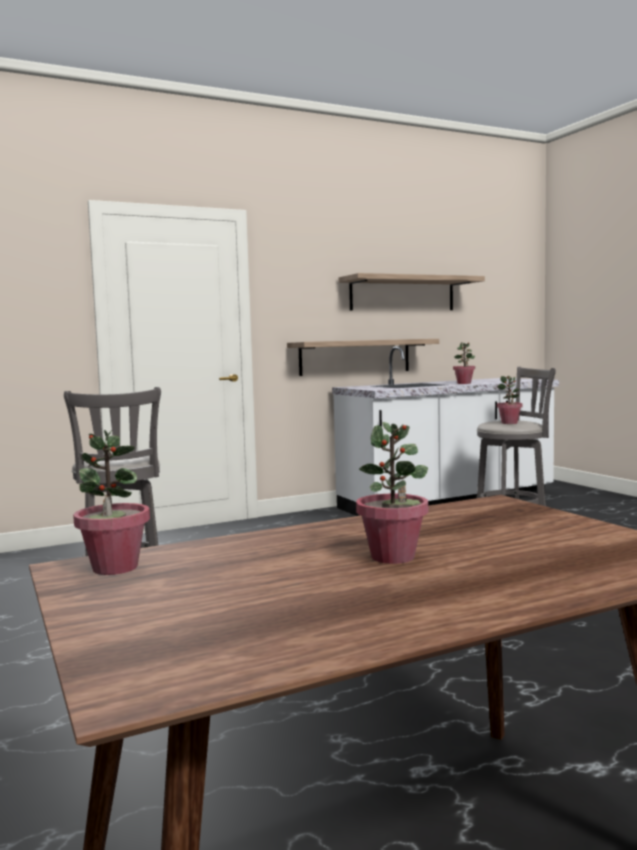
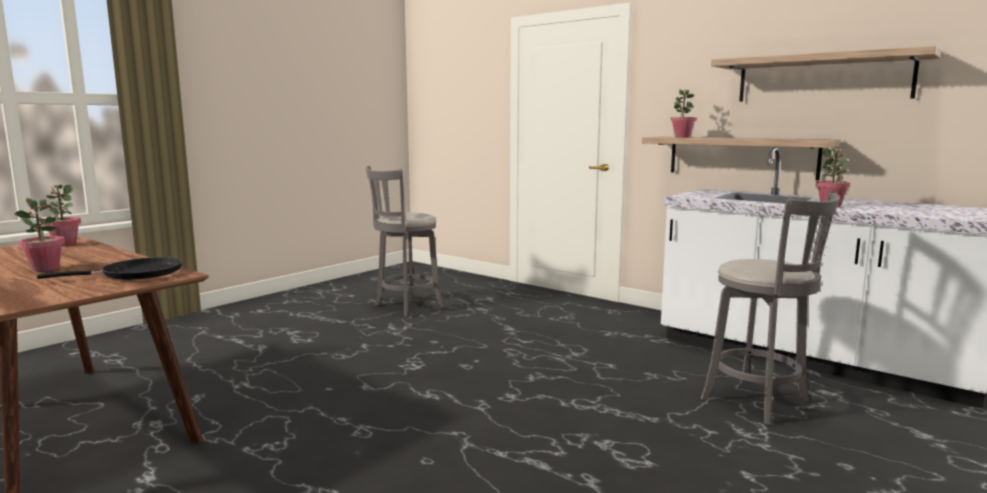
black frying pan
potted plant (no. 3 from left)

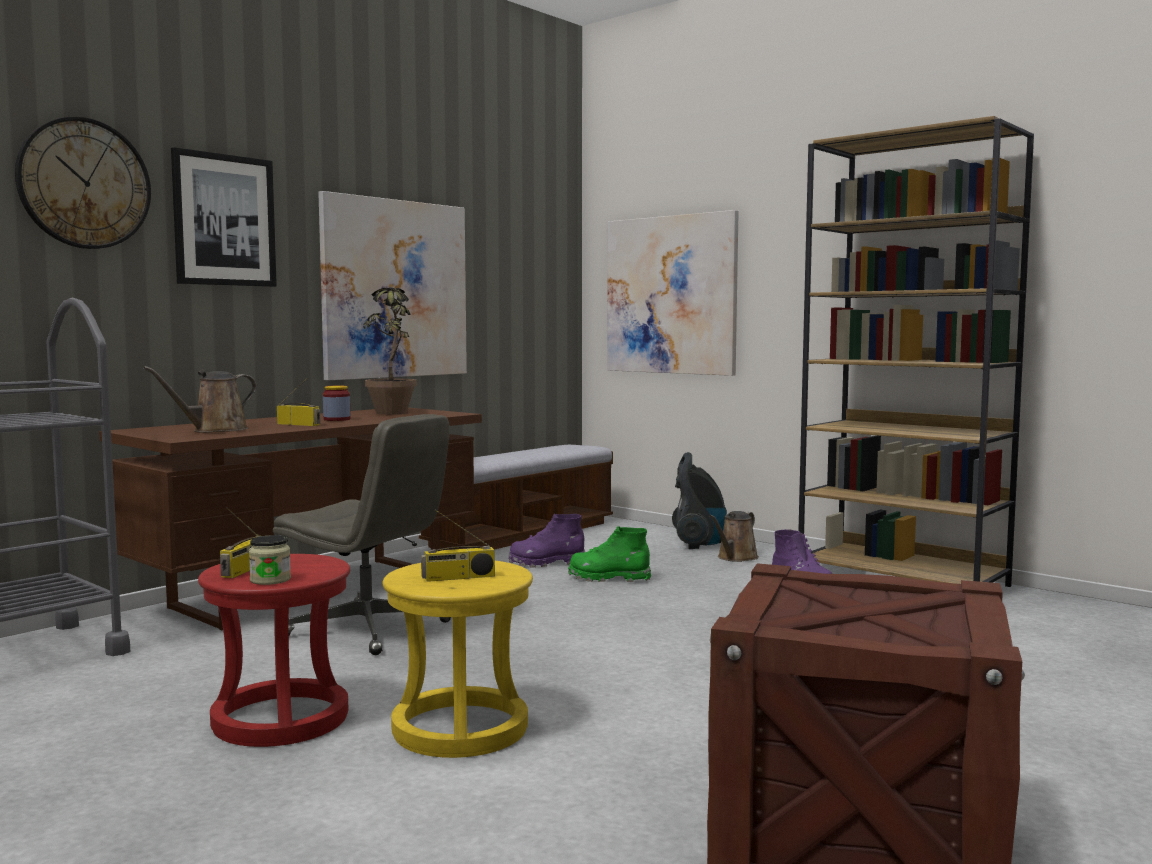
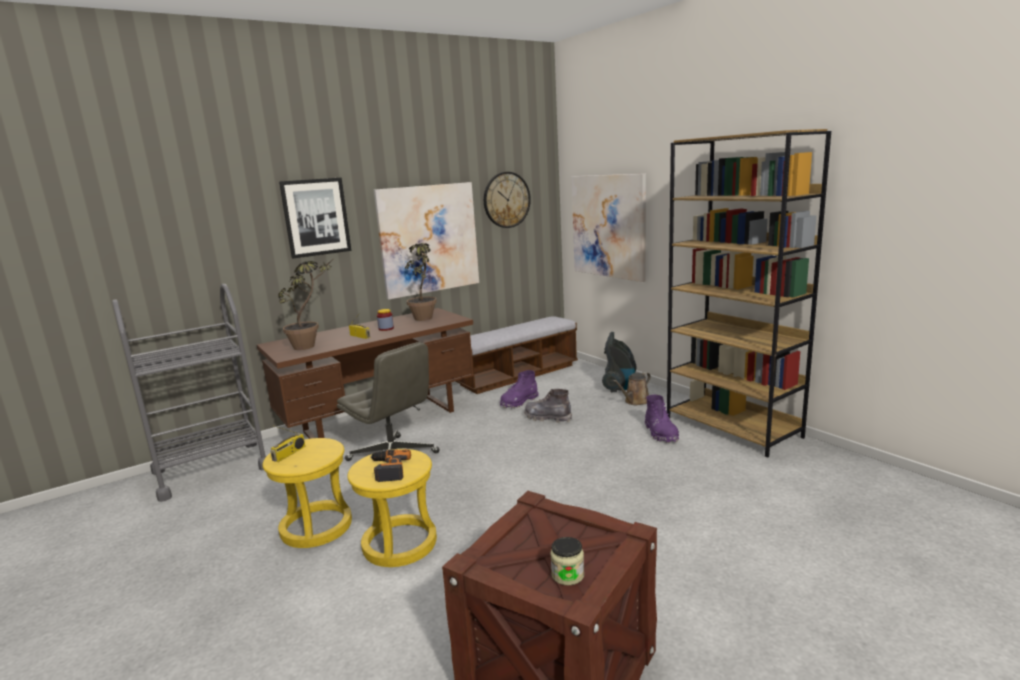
yellow stool (no. 1 from left)
potted plant (no. 1 from left)
power drill
wall clock
purple boot (no. 1 from left)
grey boot
jar (no. 2 from left)

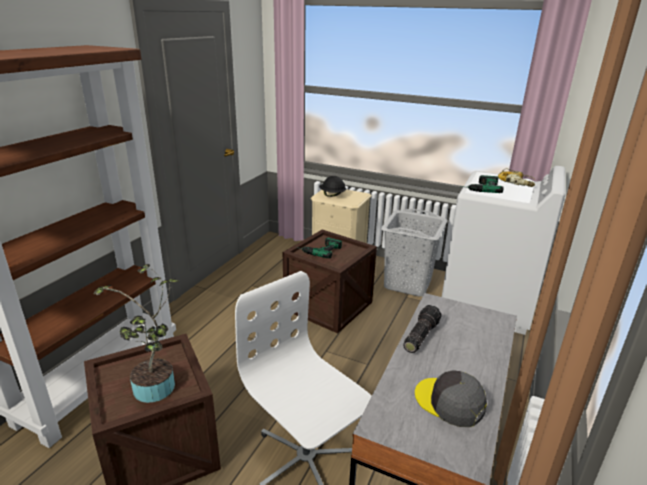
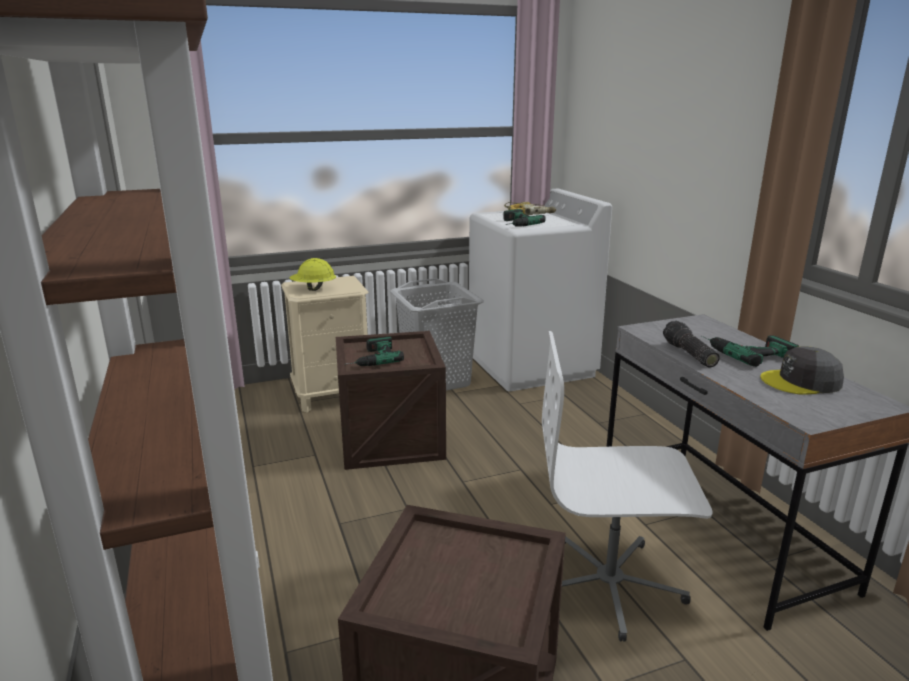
yellow hard hat
power drill (no. 4 from left)
potted plant

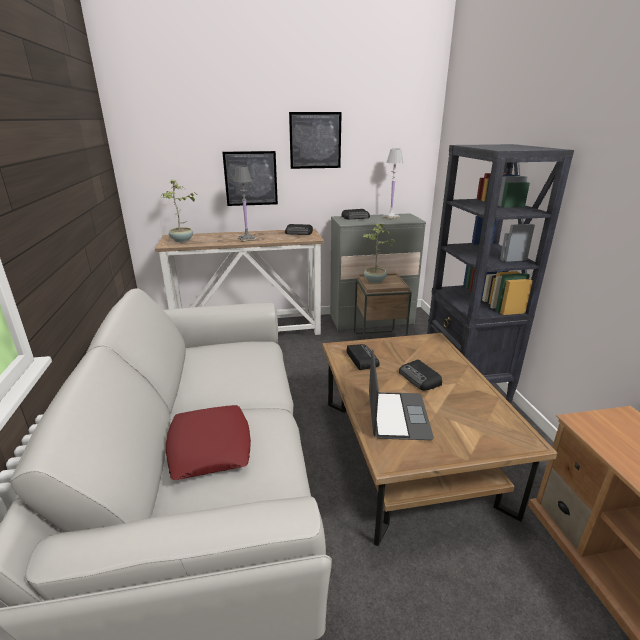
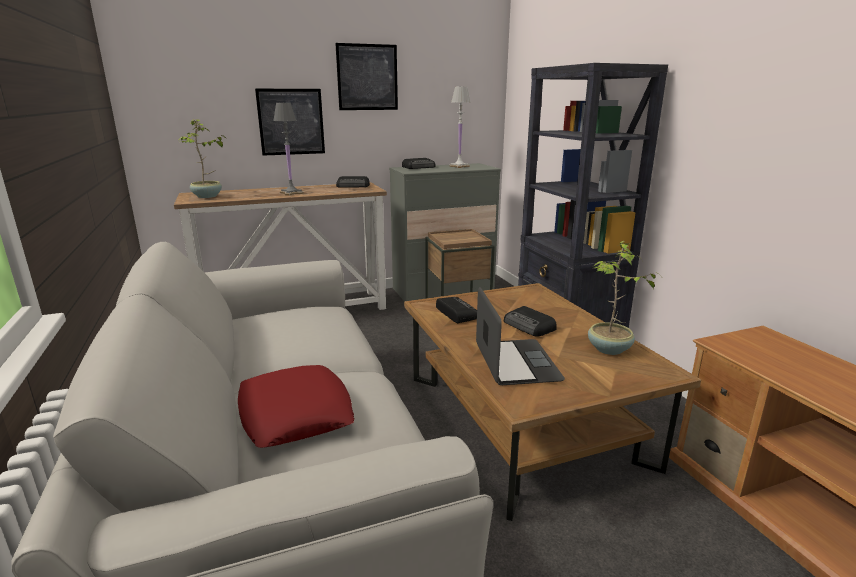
potted plant (no. 2 from left)

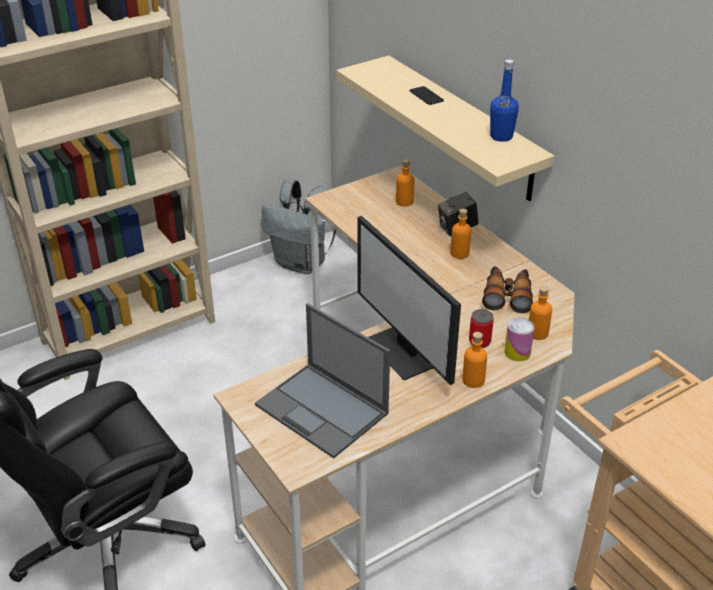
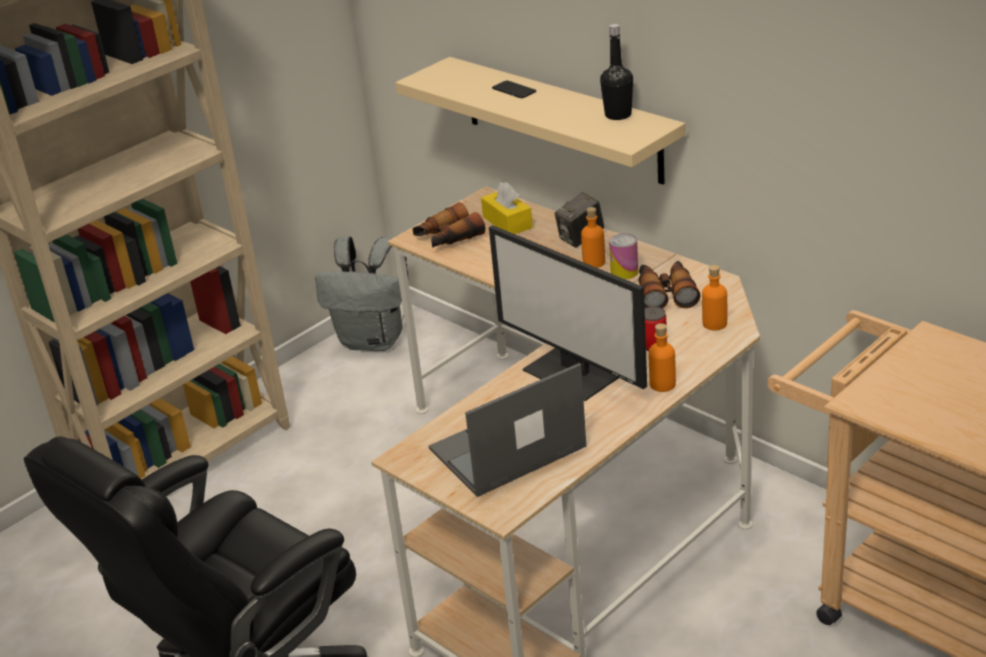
binoculars (no. 1 from left)
laptop
yellow tissue box
black bottle
can (no. 1 from left)

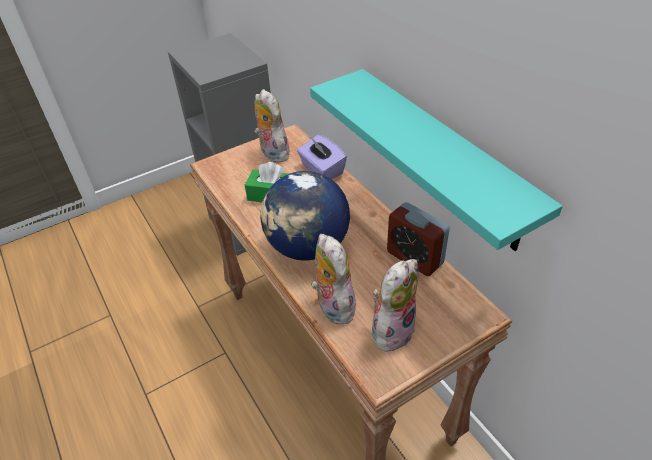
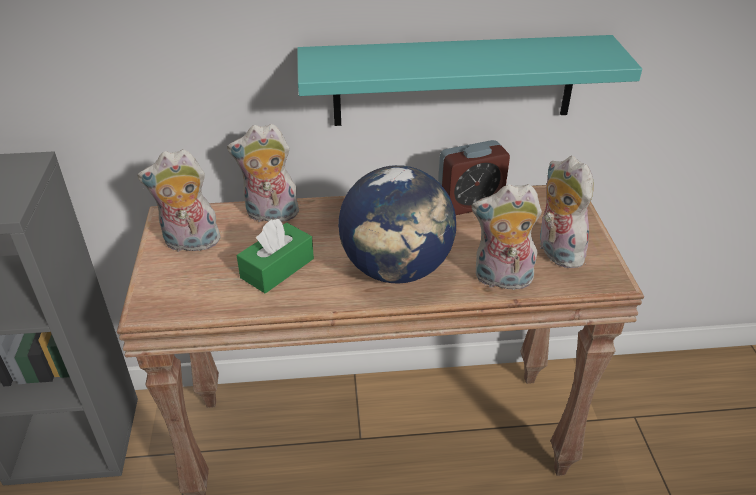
plush toy (no. 2 from left)

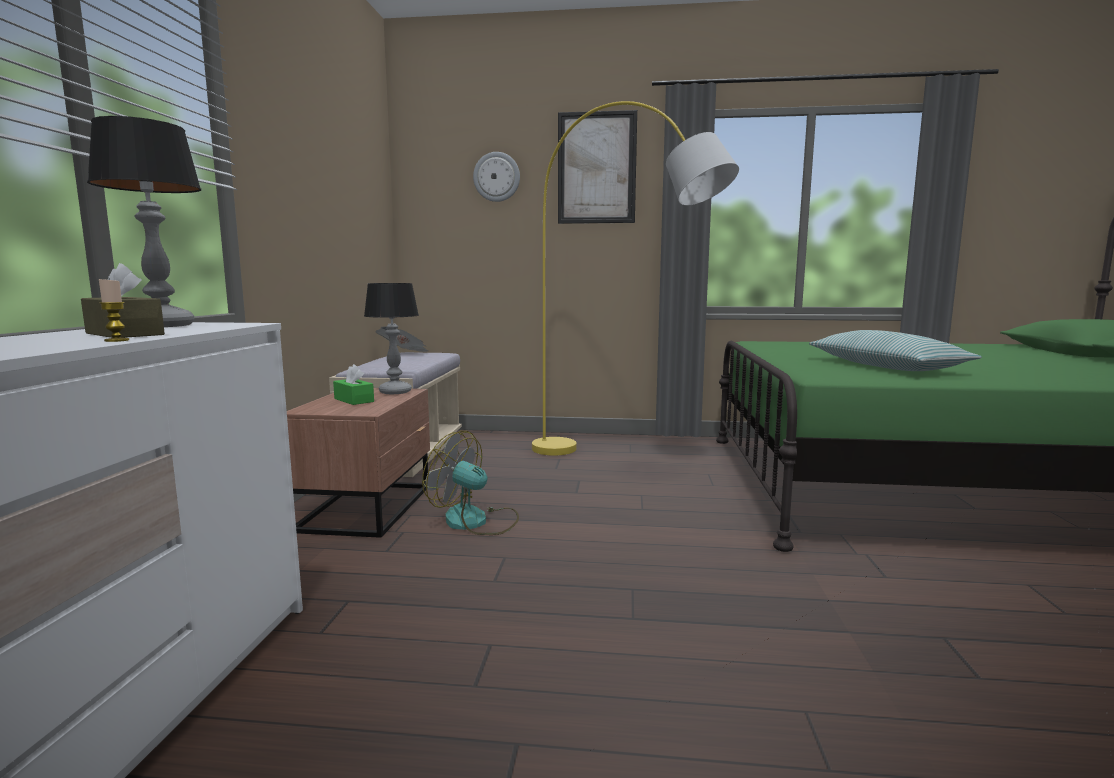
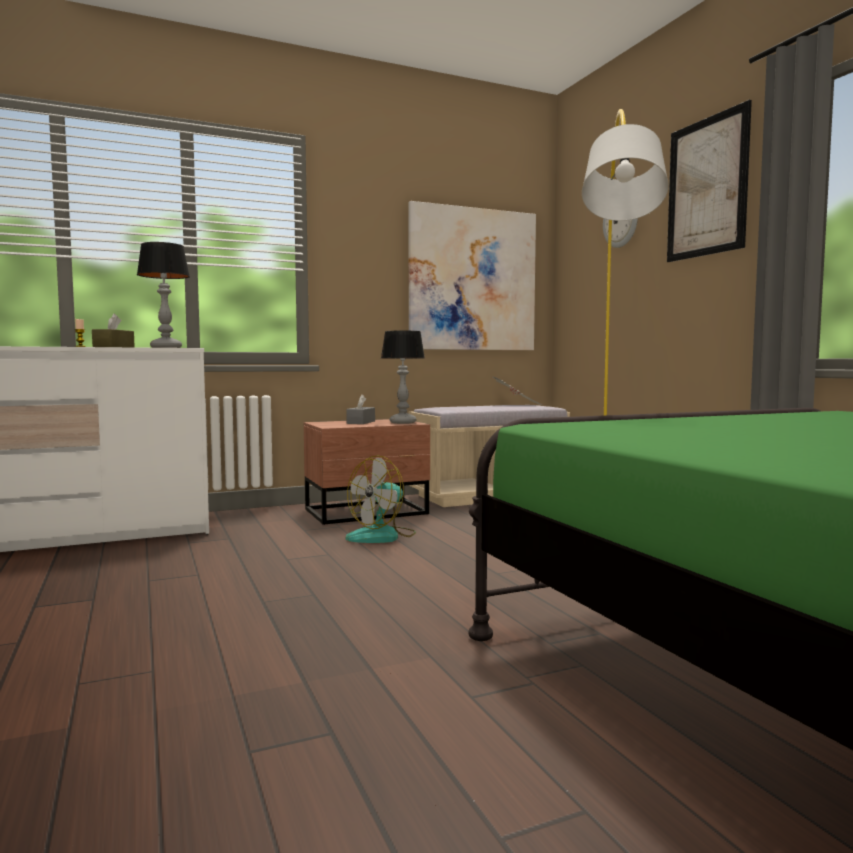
grey tissue box
fan
picture (no. 1 from left)
pillow

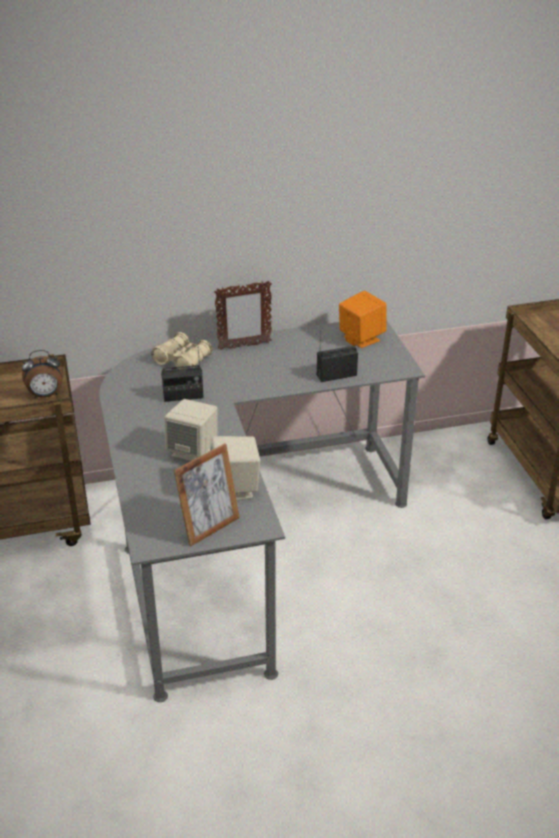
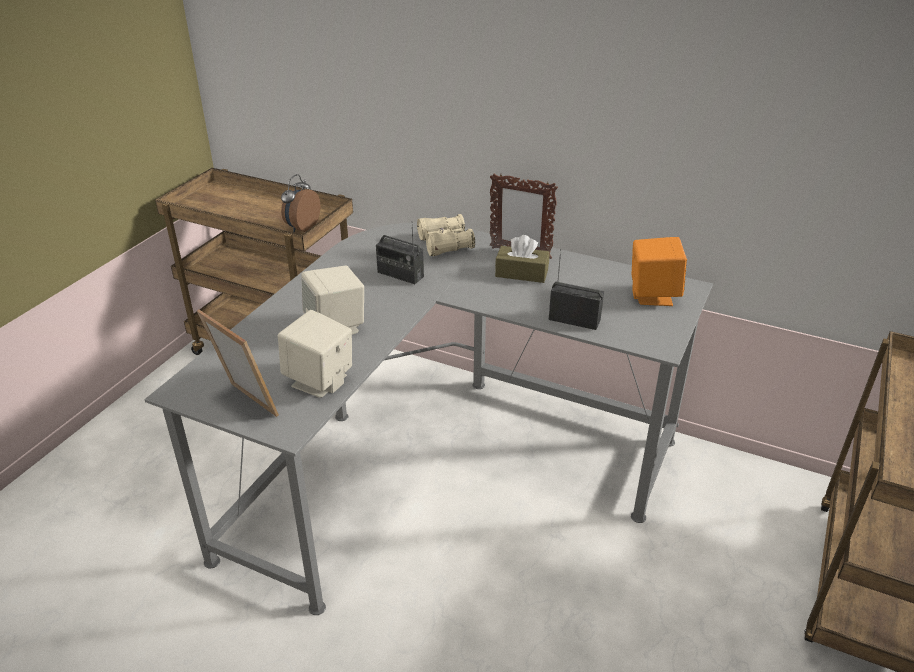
picture frame (no. 1 from left)
alarm clock
brown tissue box

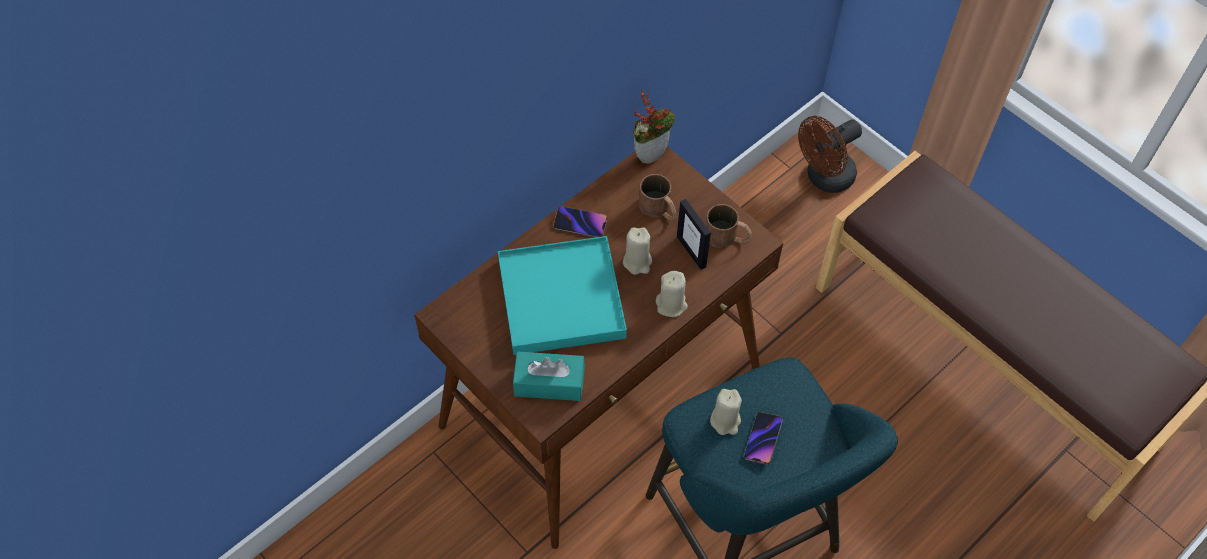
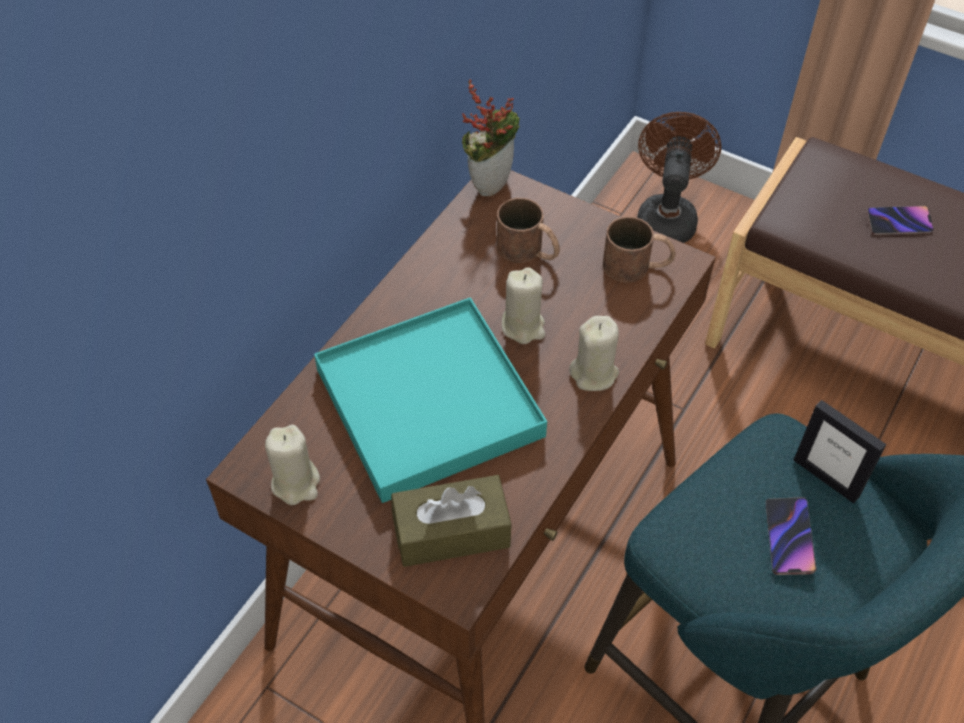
beige candle (no. 1 from left)
brown tissue box
brown fan
picture frame
phone (no. 2 from left)

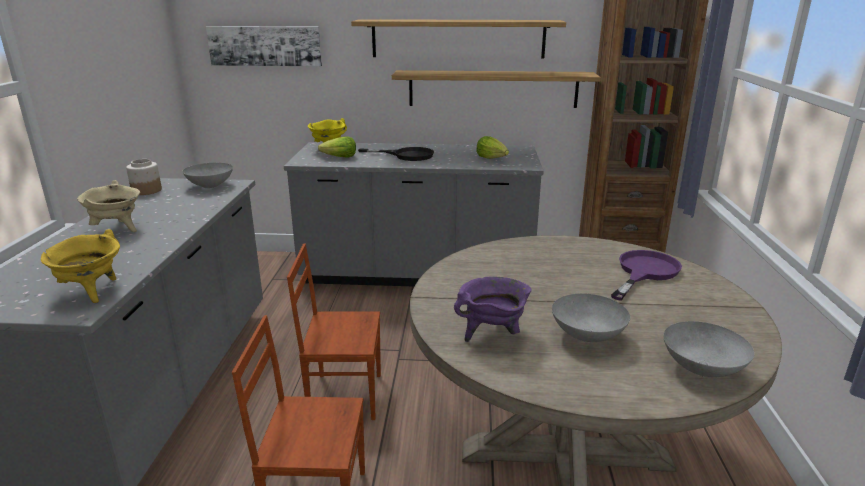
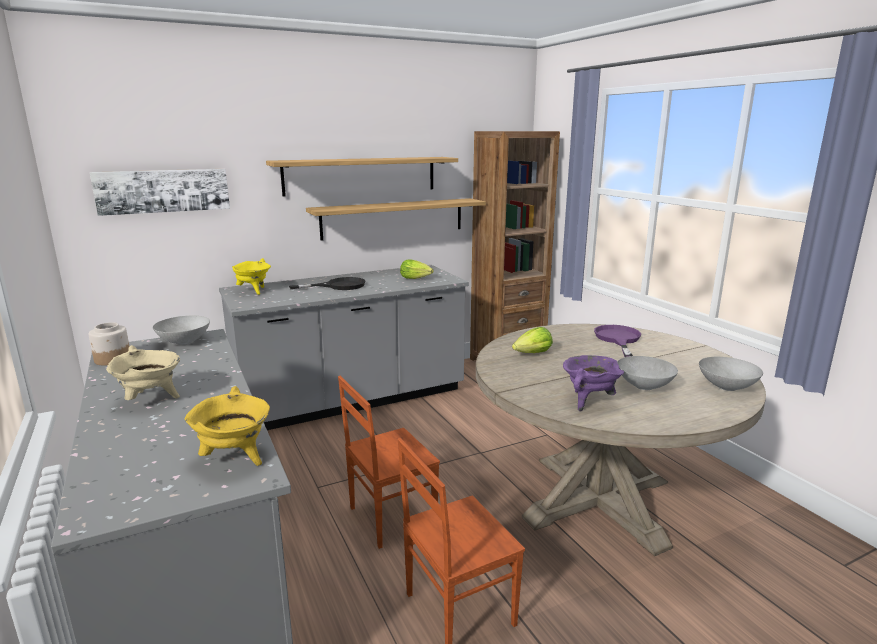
lettuce (no. 2 from left)

